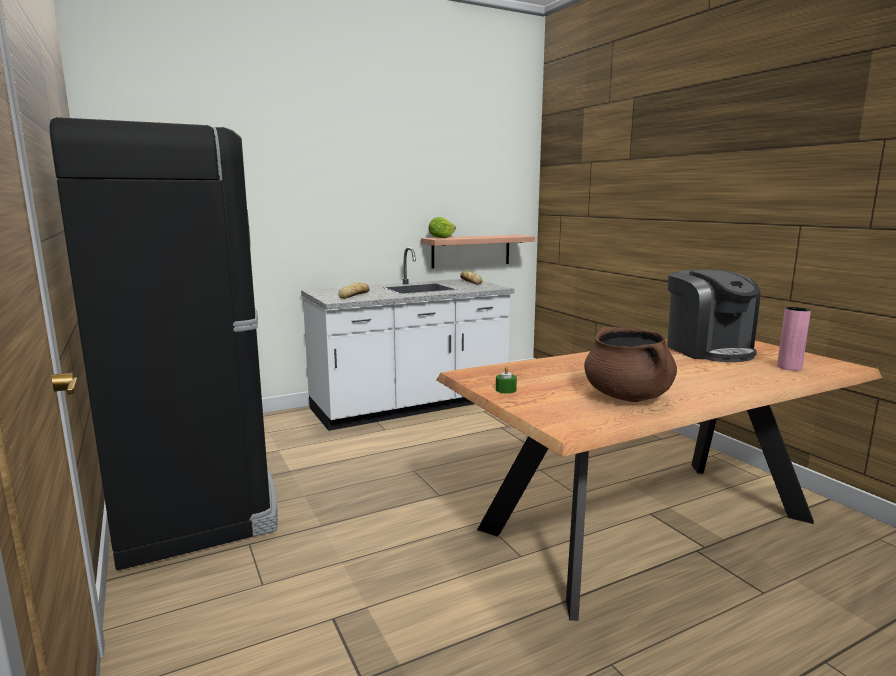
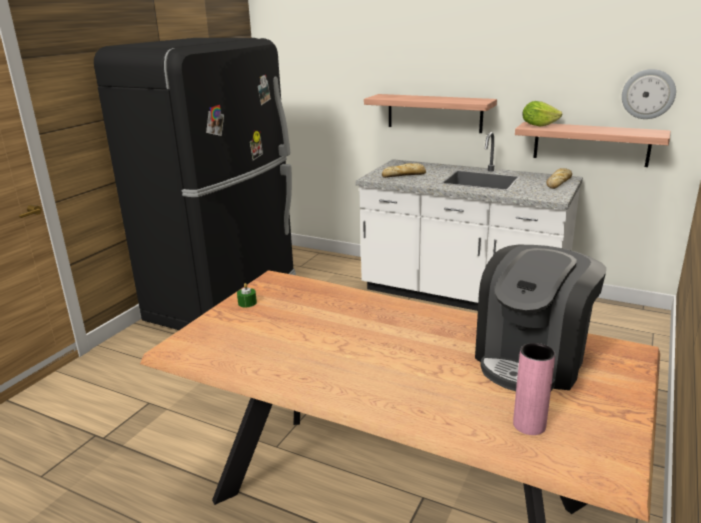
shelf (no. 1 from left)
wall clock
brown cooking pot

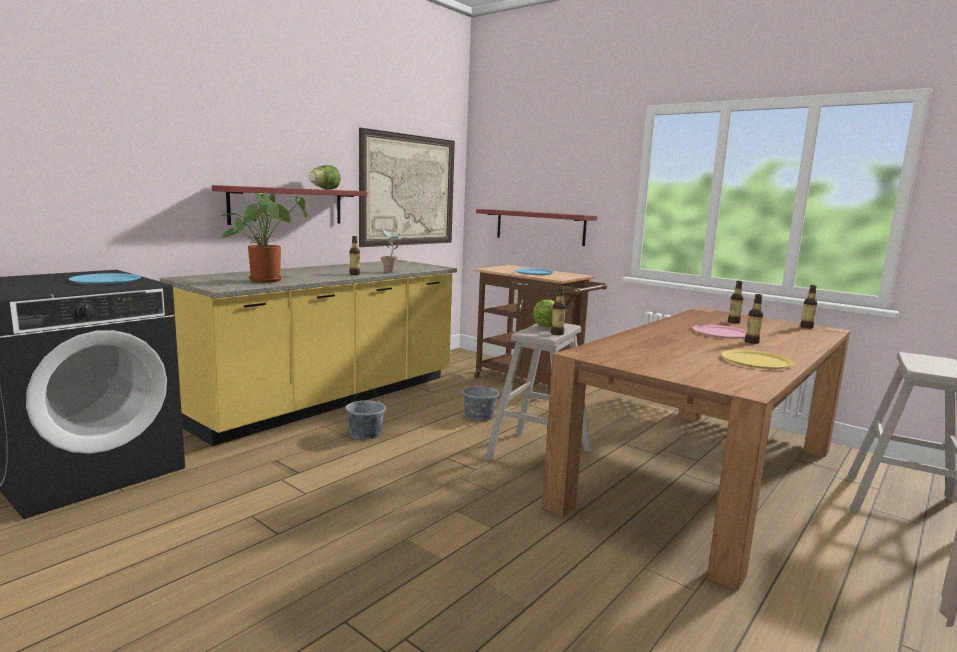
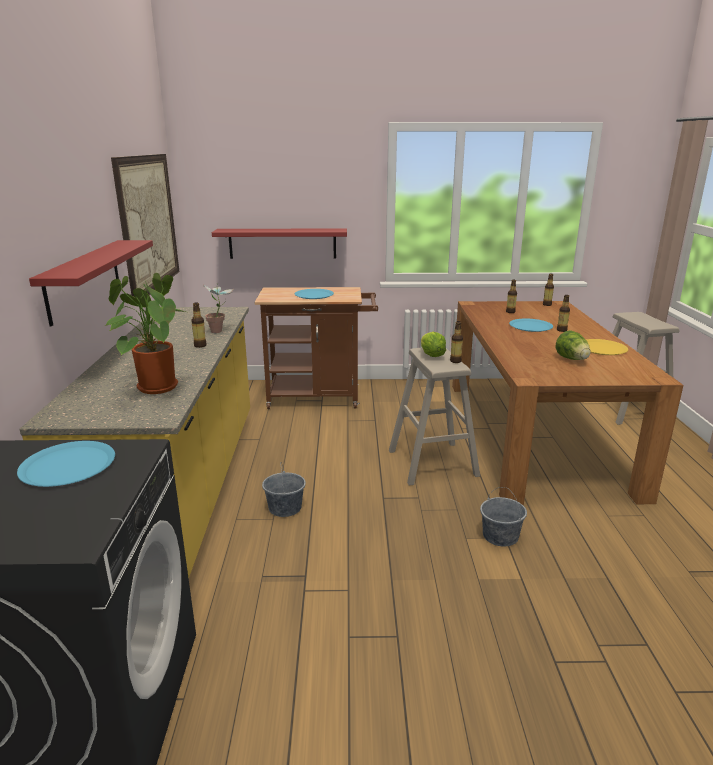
grey bucket (no. 2 from left)
blue plate (no. 3 from left)
lettuce (no. 2 from left)

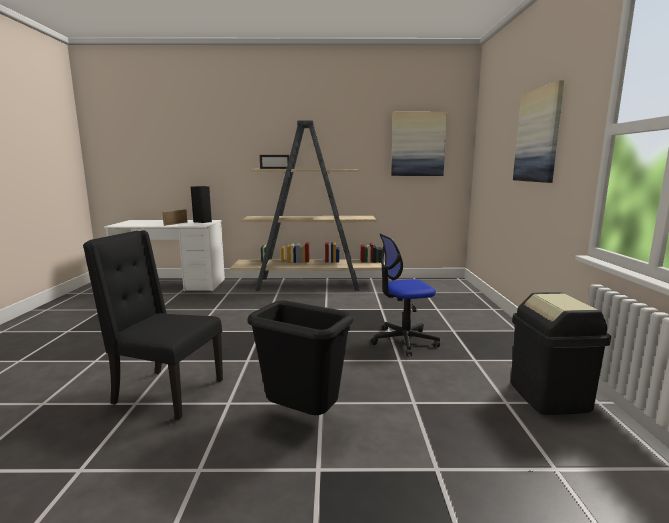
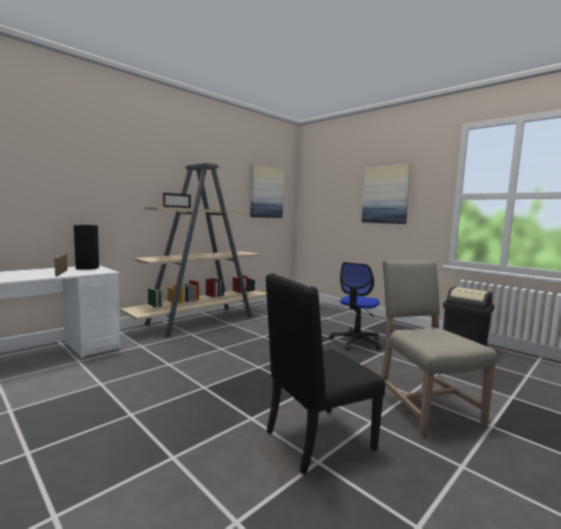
beige chair

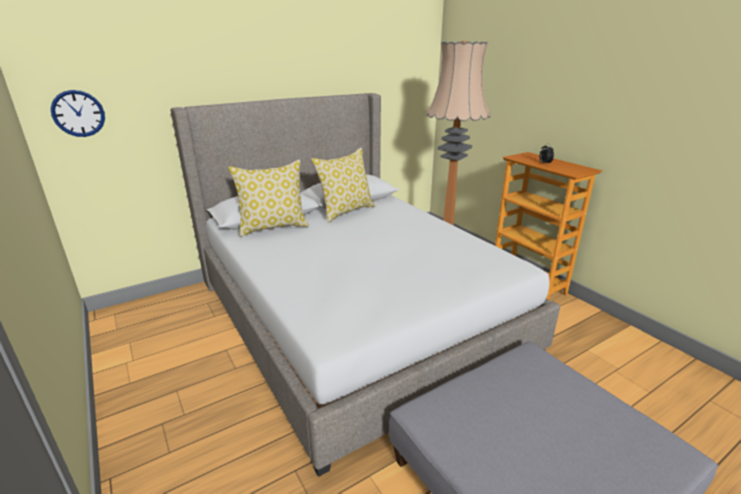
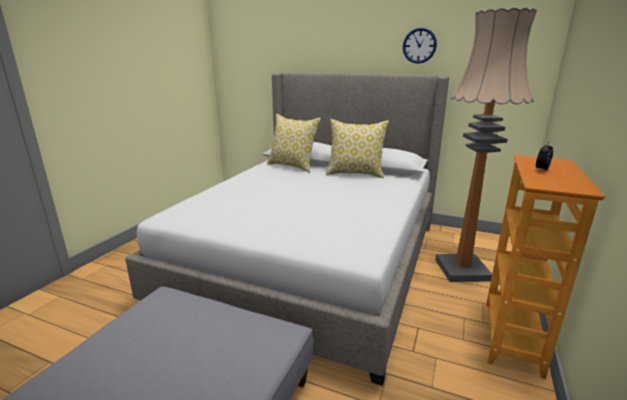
wall clock

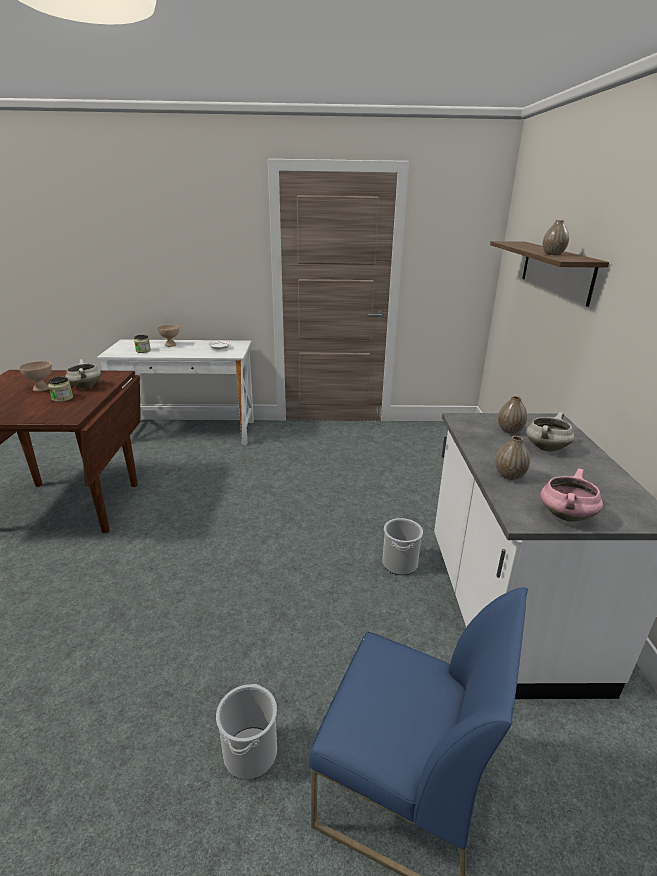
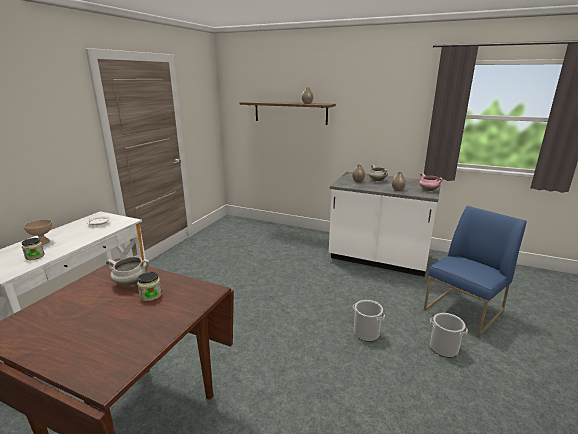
bucket (no. 1 from left)
beige bowl (no. 1 from left in the first image)

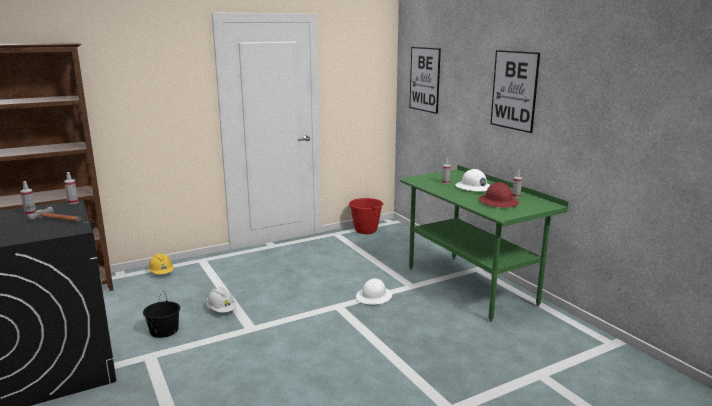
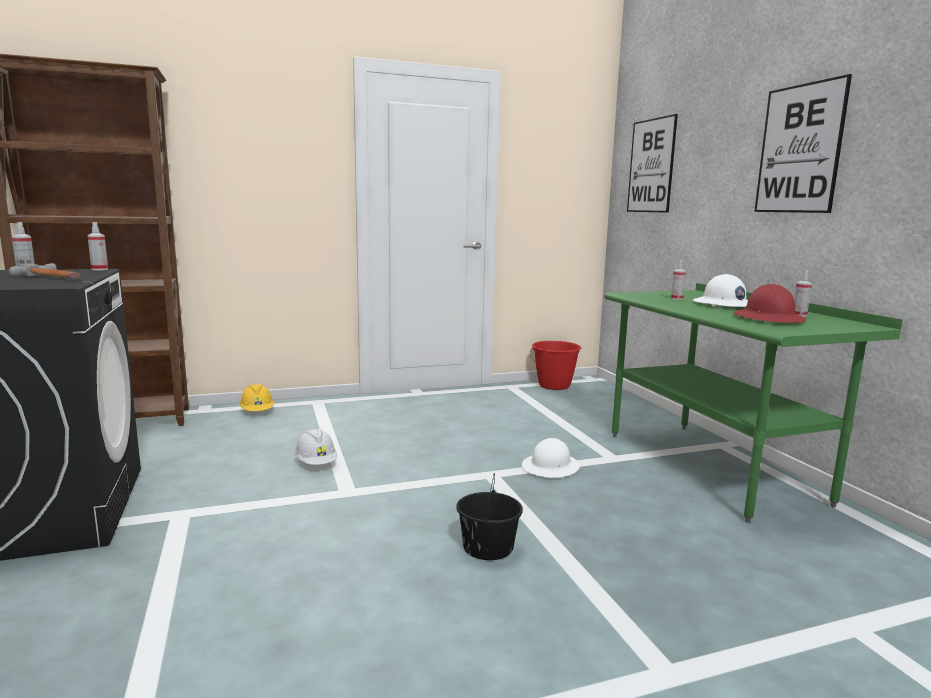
black bucket

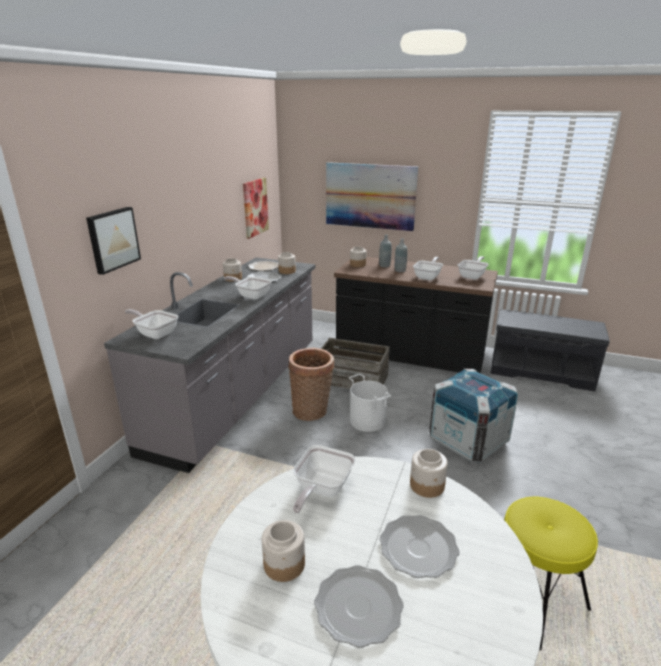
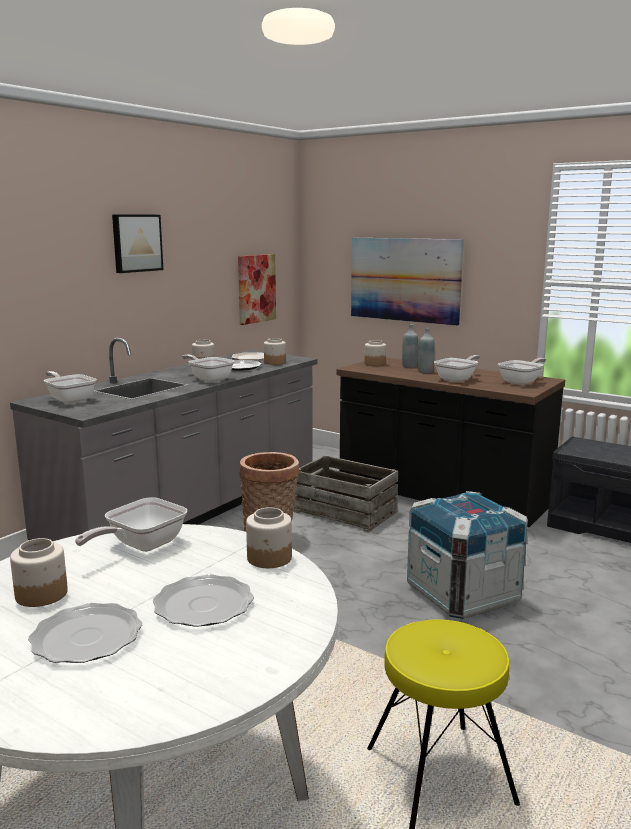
picture (no. 1 from left)
white bucket

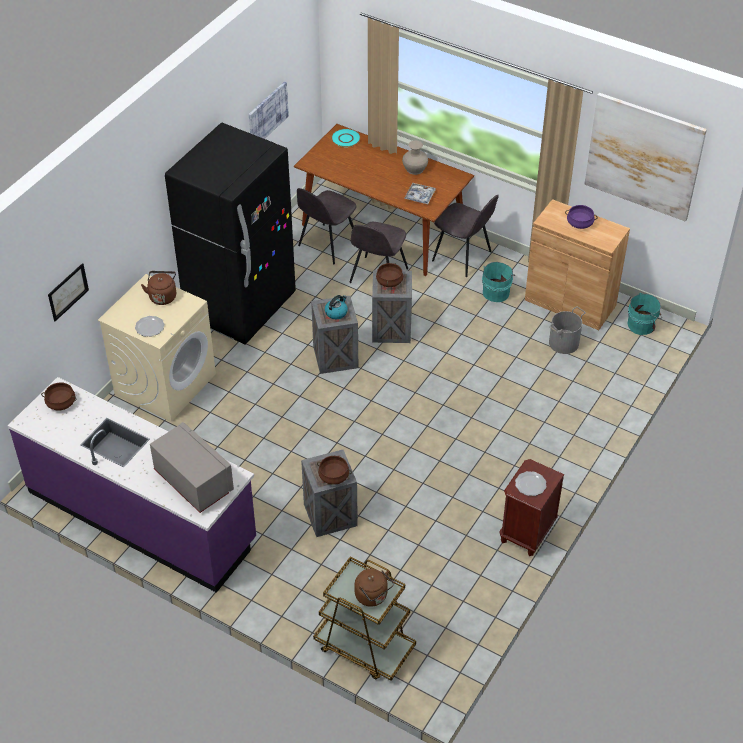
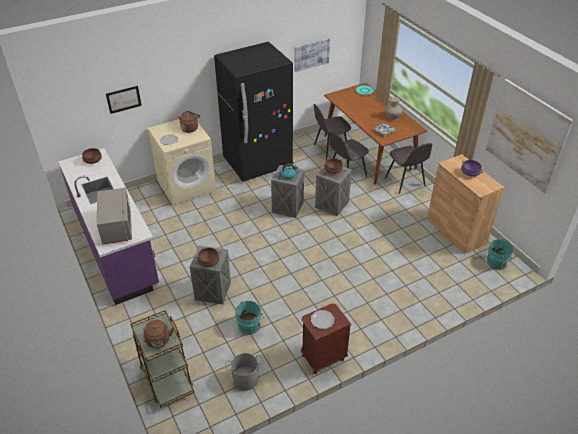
grey bucket
turquoise bucket (no. 1 from left)

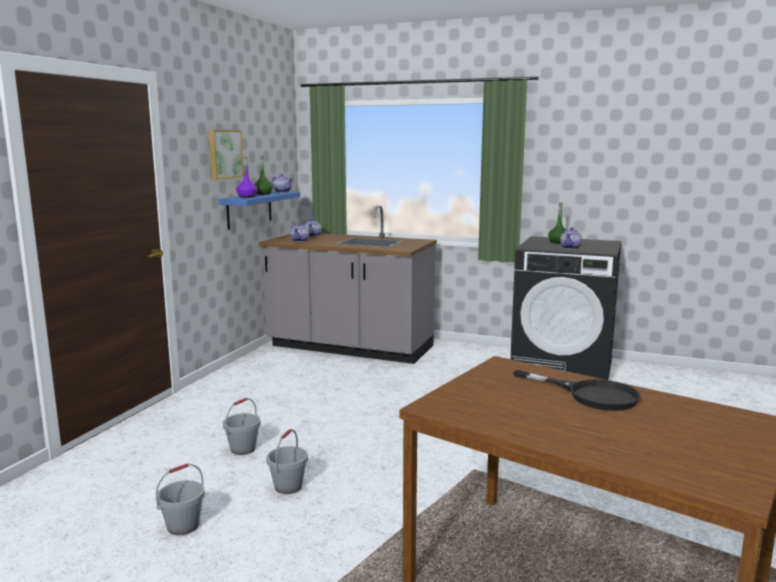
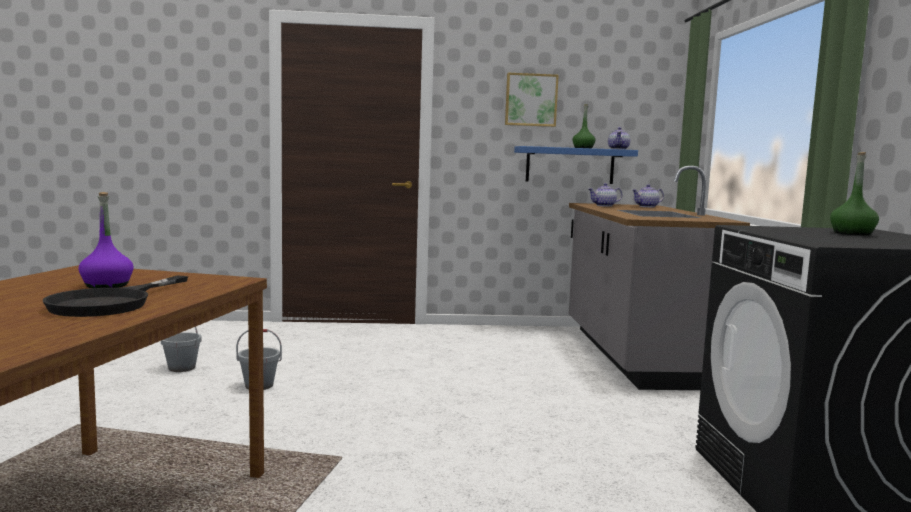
purple bottle
grey bucket (no. 2 from left in the first image)
teapot (no. 4 from left in the first image)

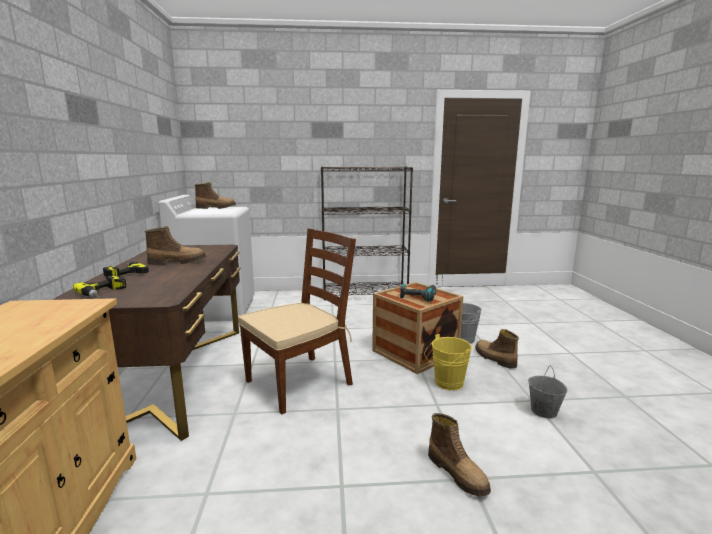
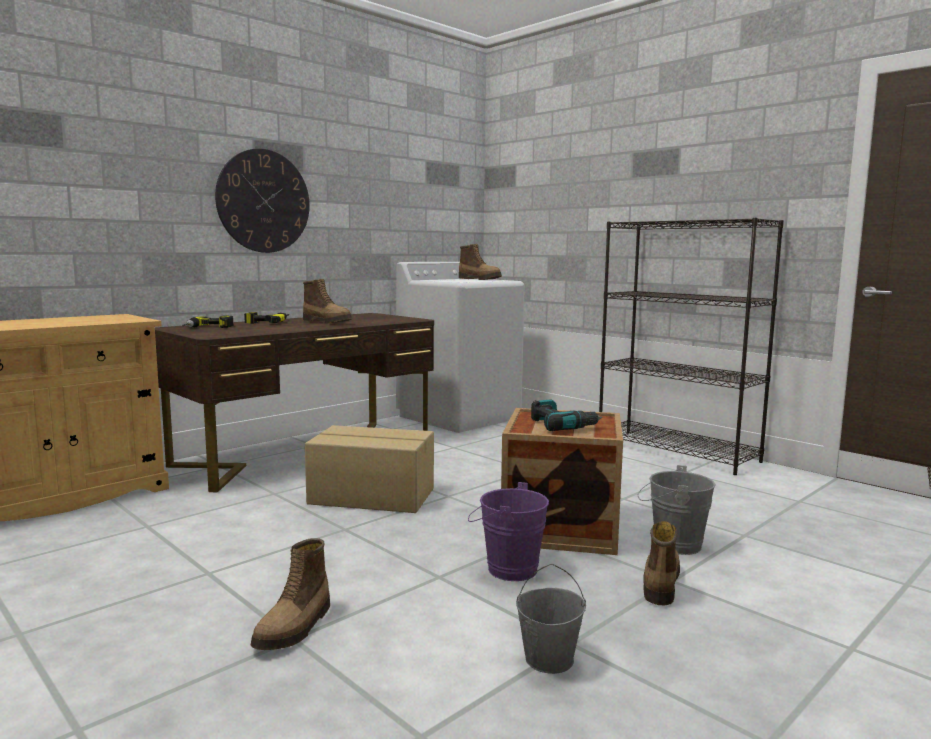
wall clock
cardboard box
purple bucket

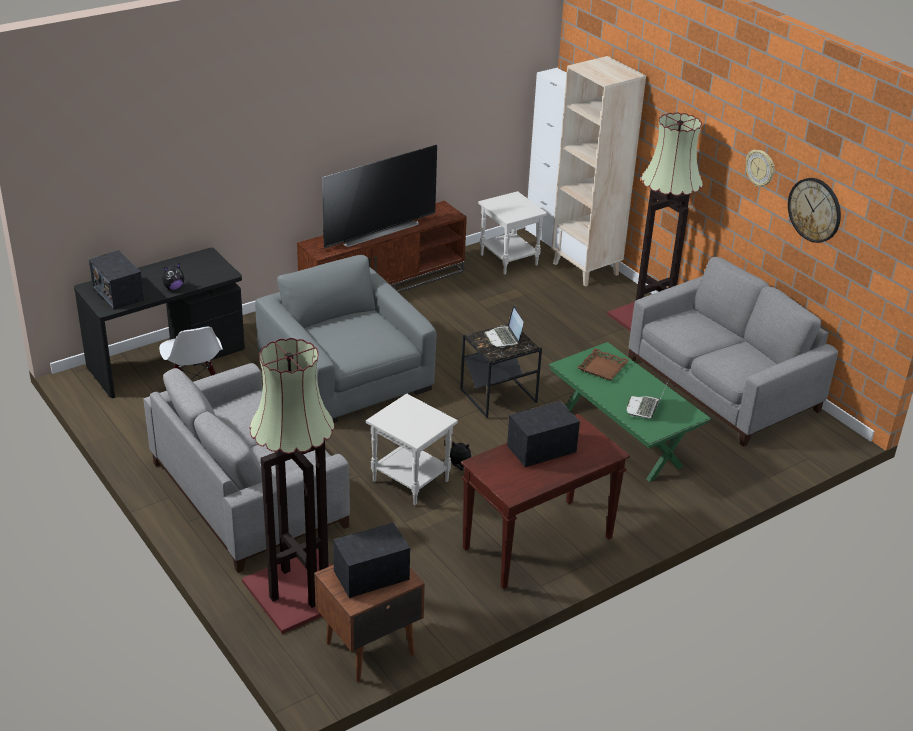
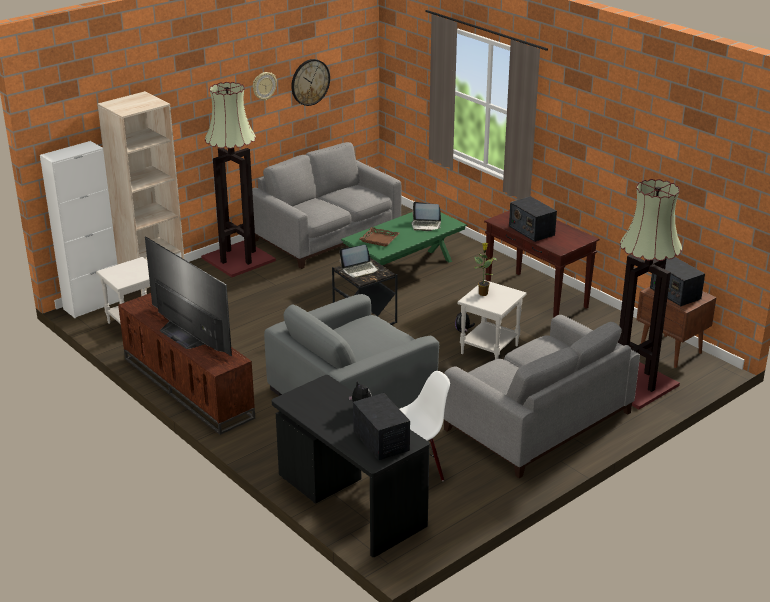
radio (no. 1 from left)
potted plant

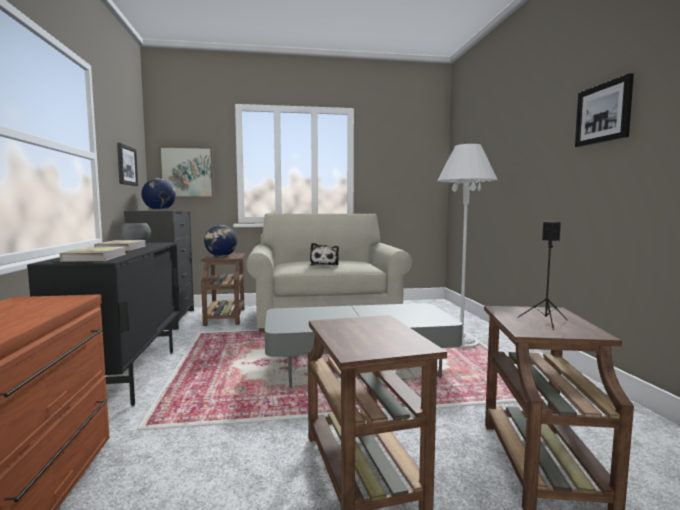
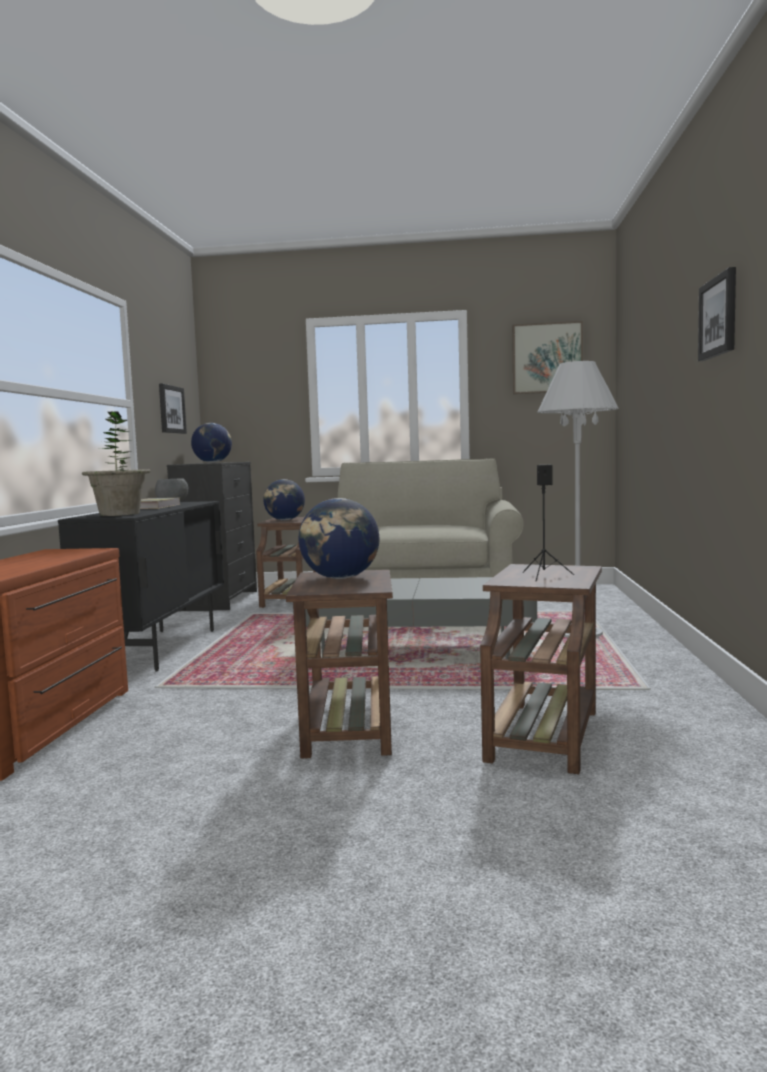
potted plant
globe (no. 3 from left)
picture (no. 2 from left)
plush toy

